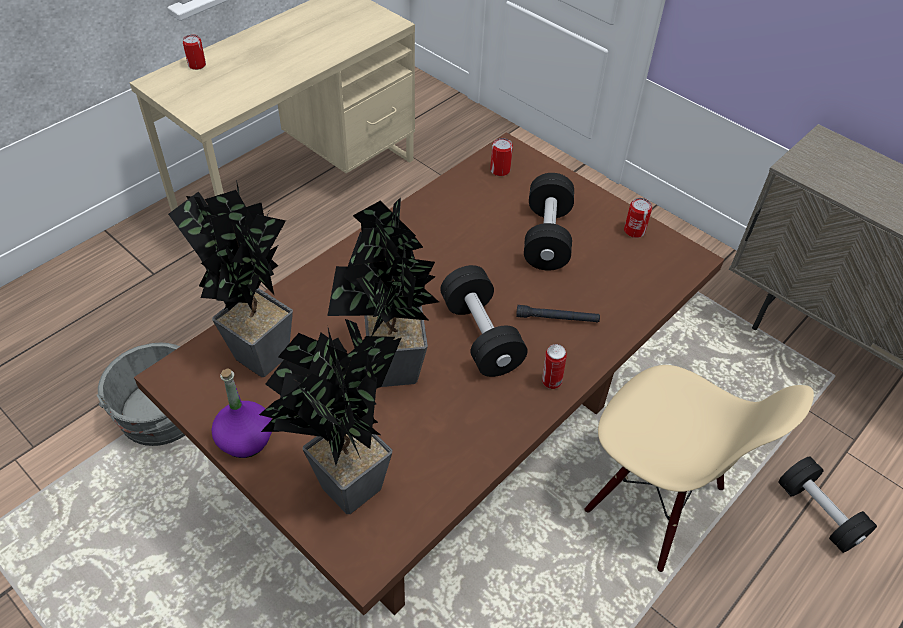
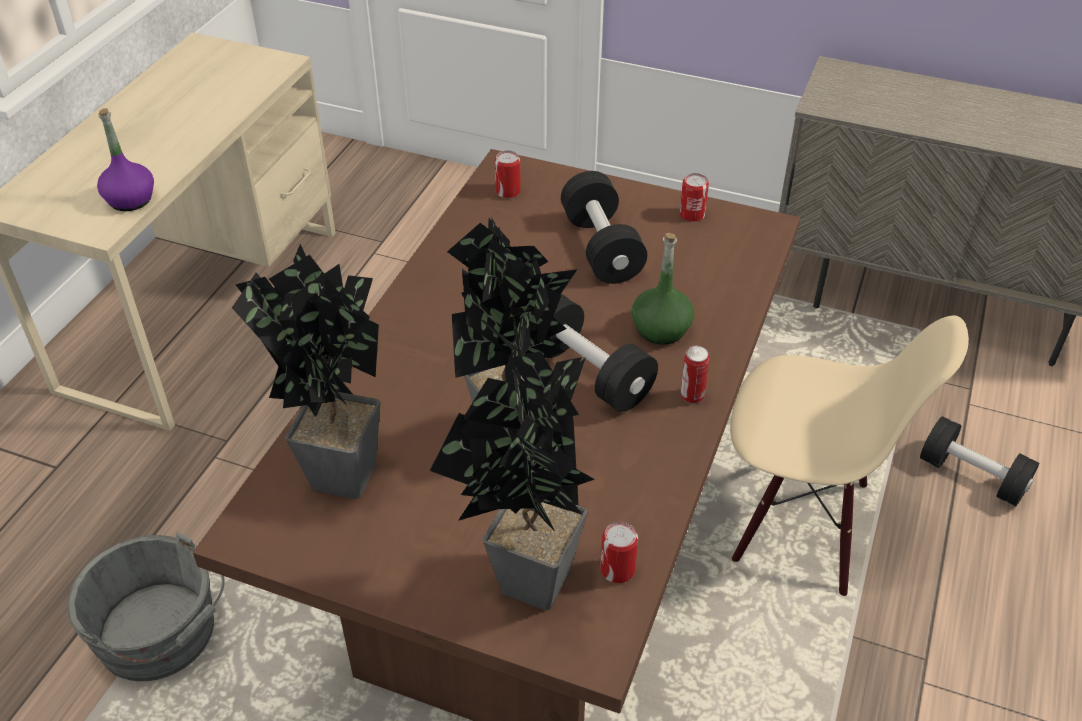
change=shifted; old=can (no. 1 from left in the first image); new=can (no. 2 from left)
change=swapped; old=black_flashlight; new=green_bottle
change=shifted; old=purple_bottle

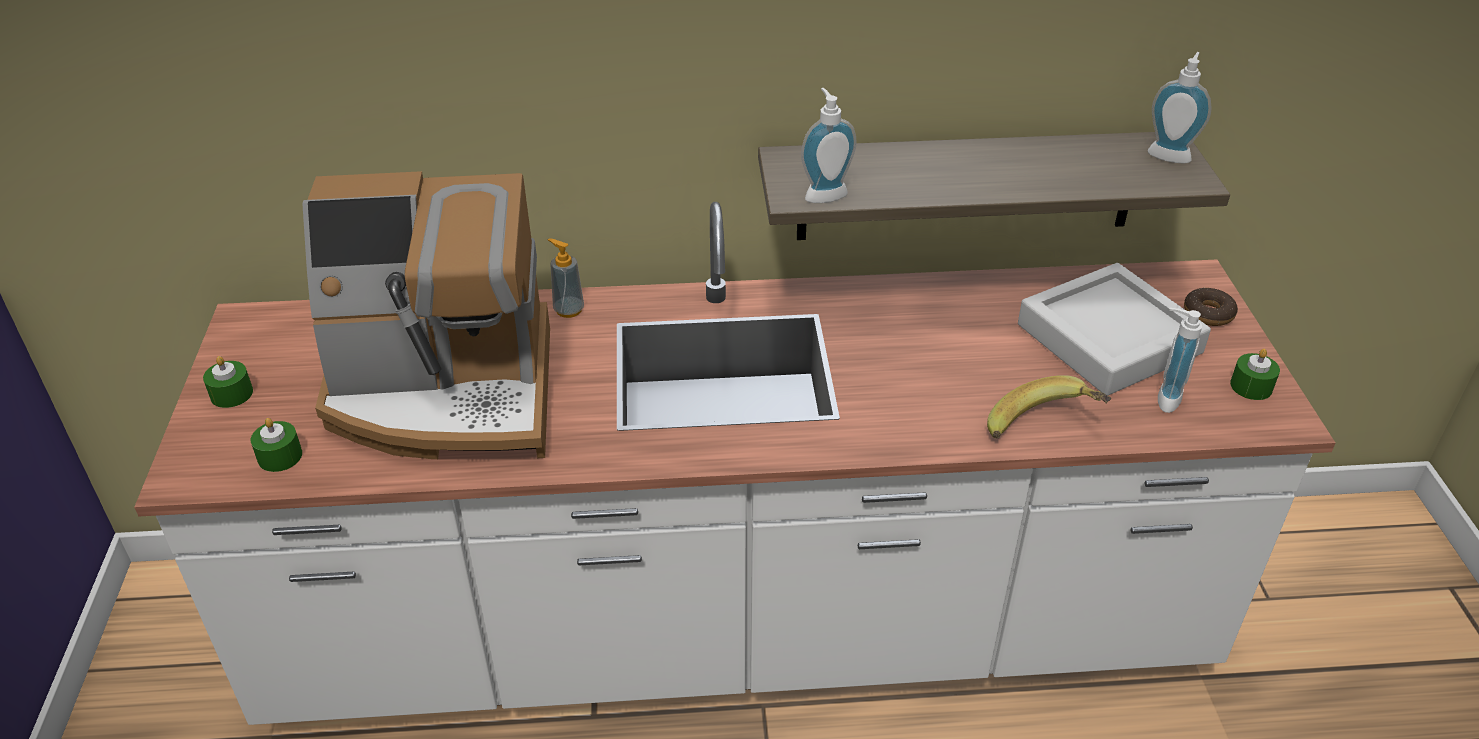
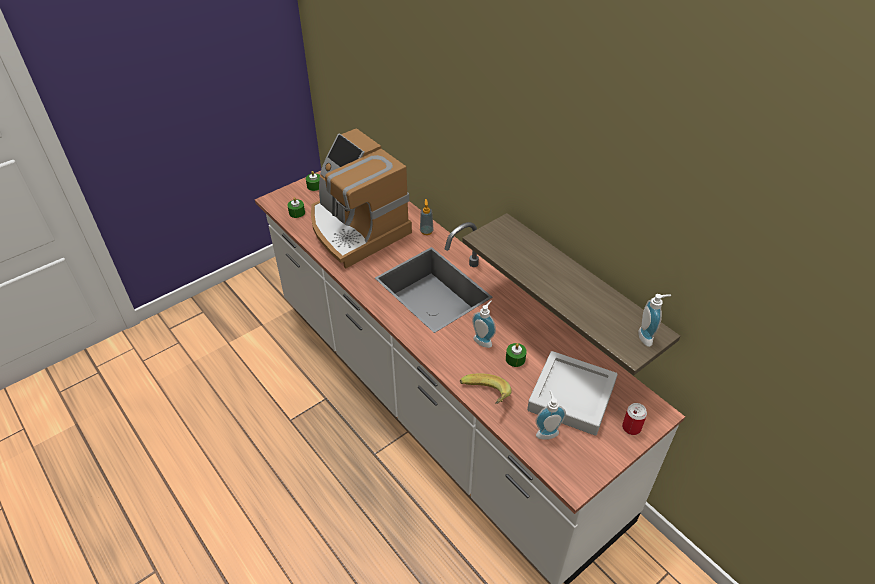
change=shifted; old=soap_dispenser (no. 2 from left)
change=swapped; old=donut; new=can
change=shifted; old=green_candle (no. 3 from left)

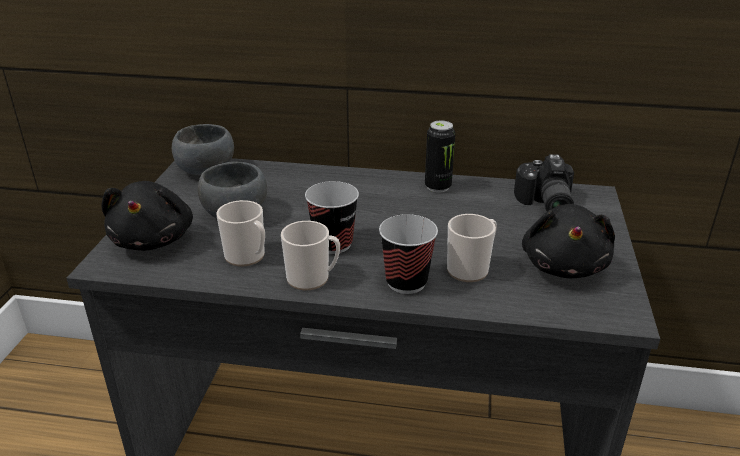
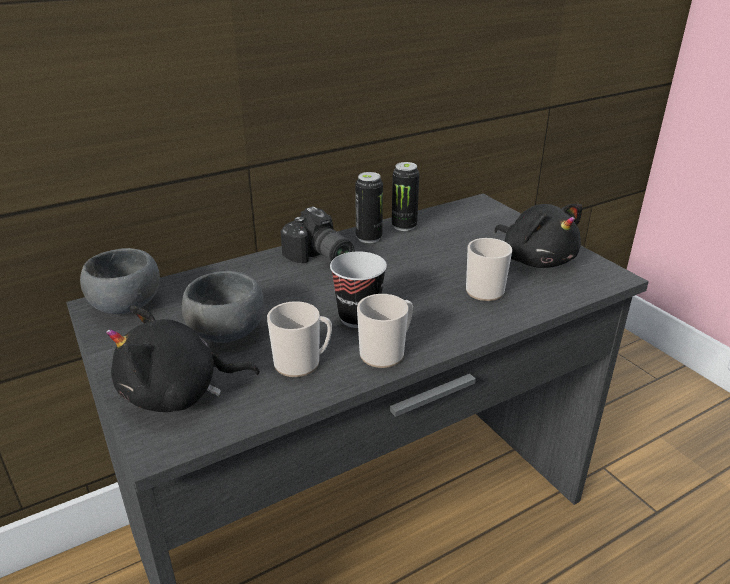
change=shifted; old=photo_camera
change=rotated; old=black_plush_toy (no. 1 from left); degrees=120
change=gone; old=cup (no. 2 from left)
change=new; new=can (no. 2 from left)

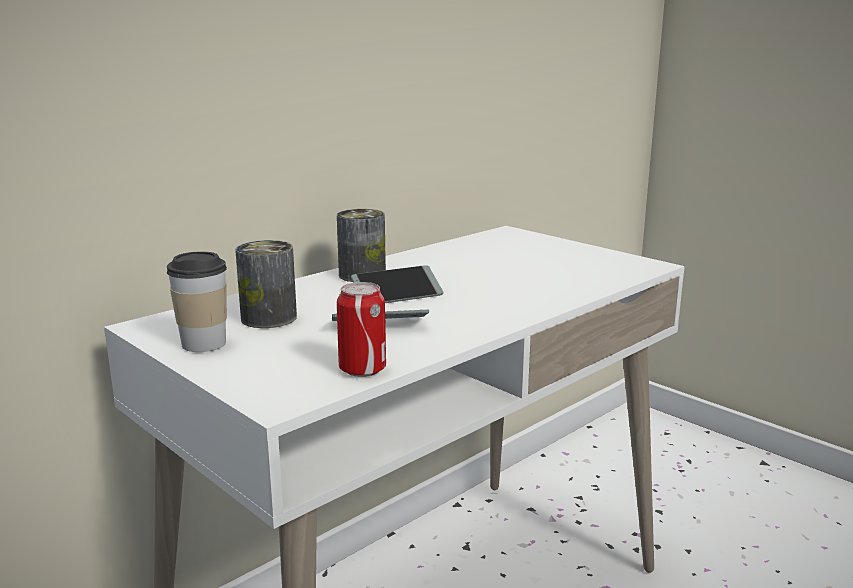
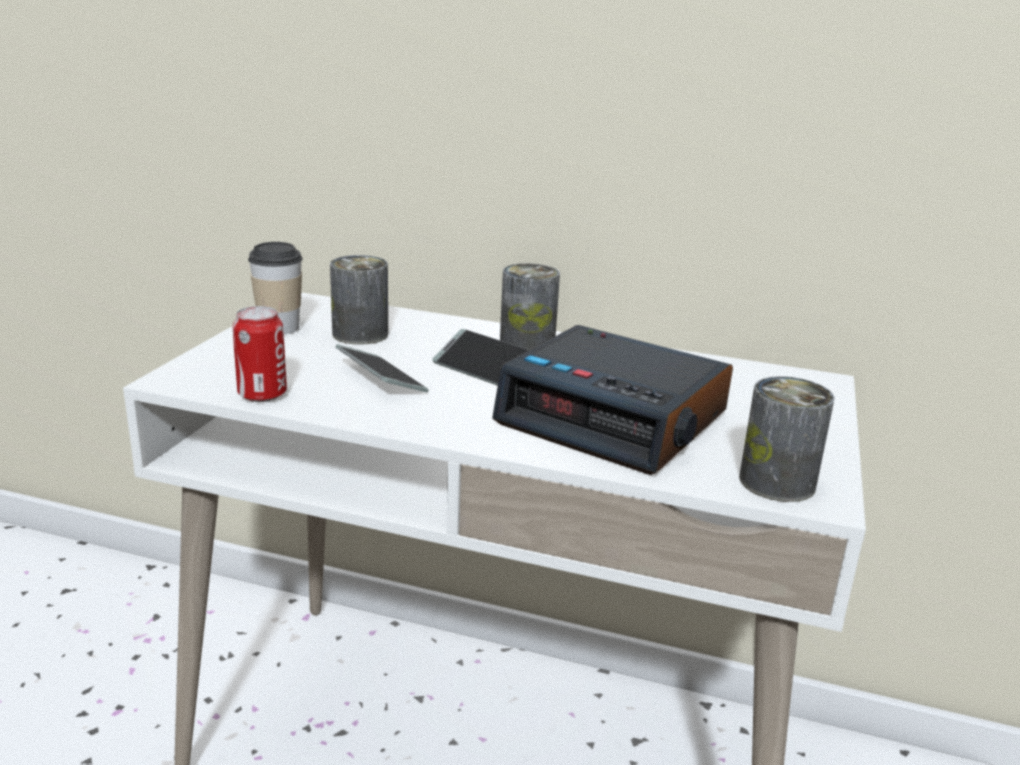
change=new; new=alarm_clock
change=new; new=can (no. 4 from left)

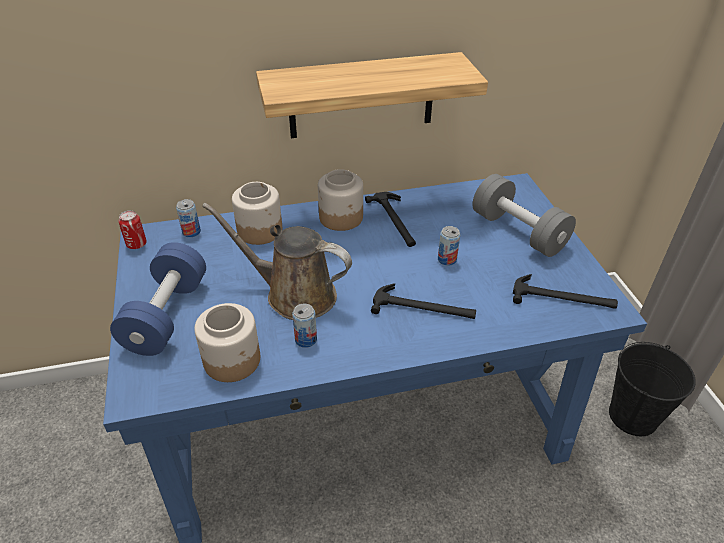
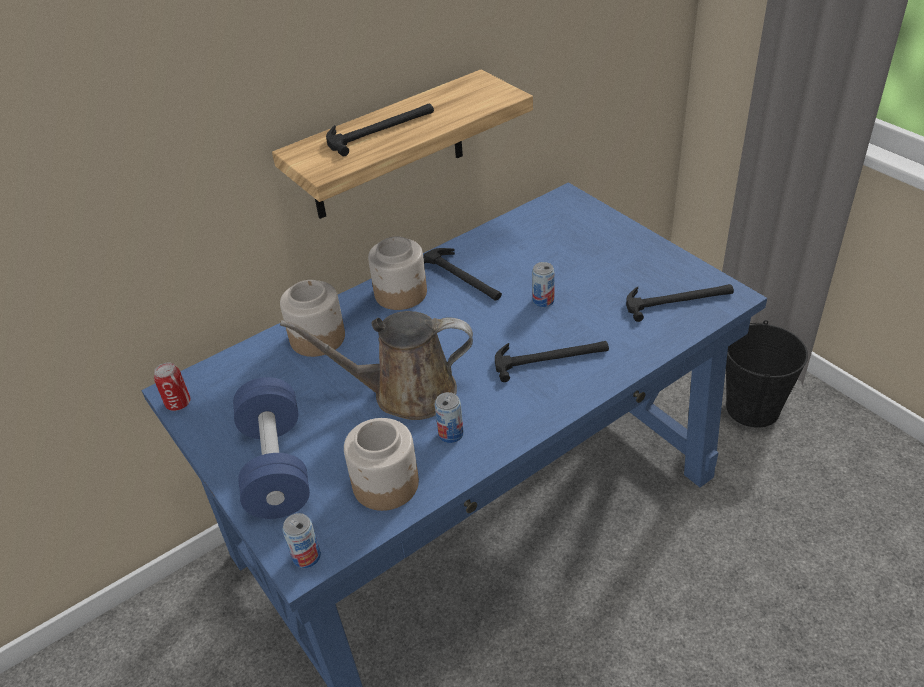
change=gone; old=grey_dumbbell
change=shifted; old=can (no. 2 from left)
change=new; new=hammer (no. 1 from left)

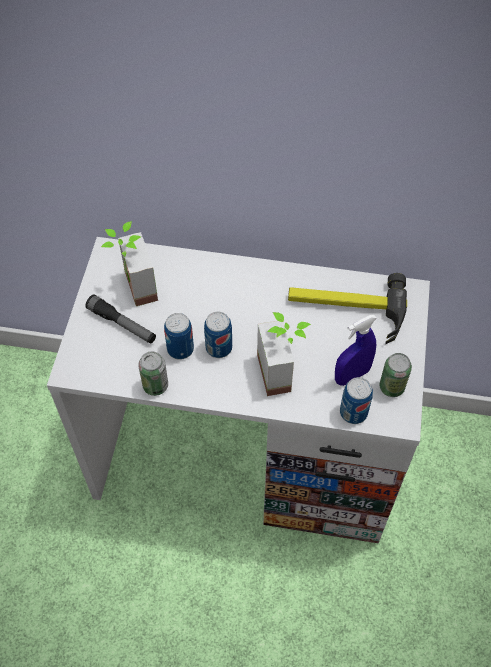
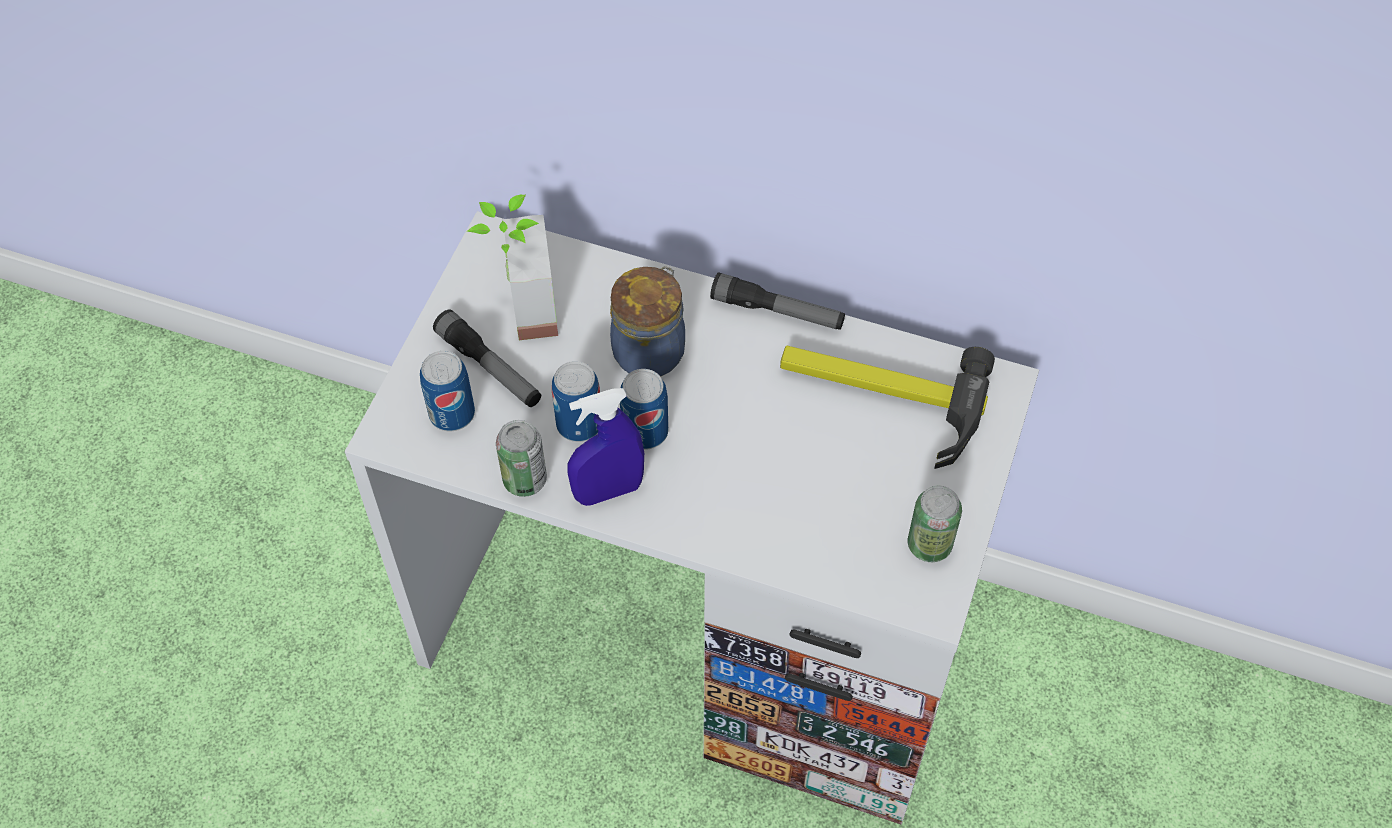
change=gone; old=potted_plant (no. 2 from left)
change=shifted; old=blue_spray_bottle
change=shifted; old=can (no. 4 from left in the first image); new=can (no. 1 from left)
change=new; new=jar
change=new; new=flashlight (no. 2 from left)

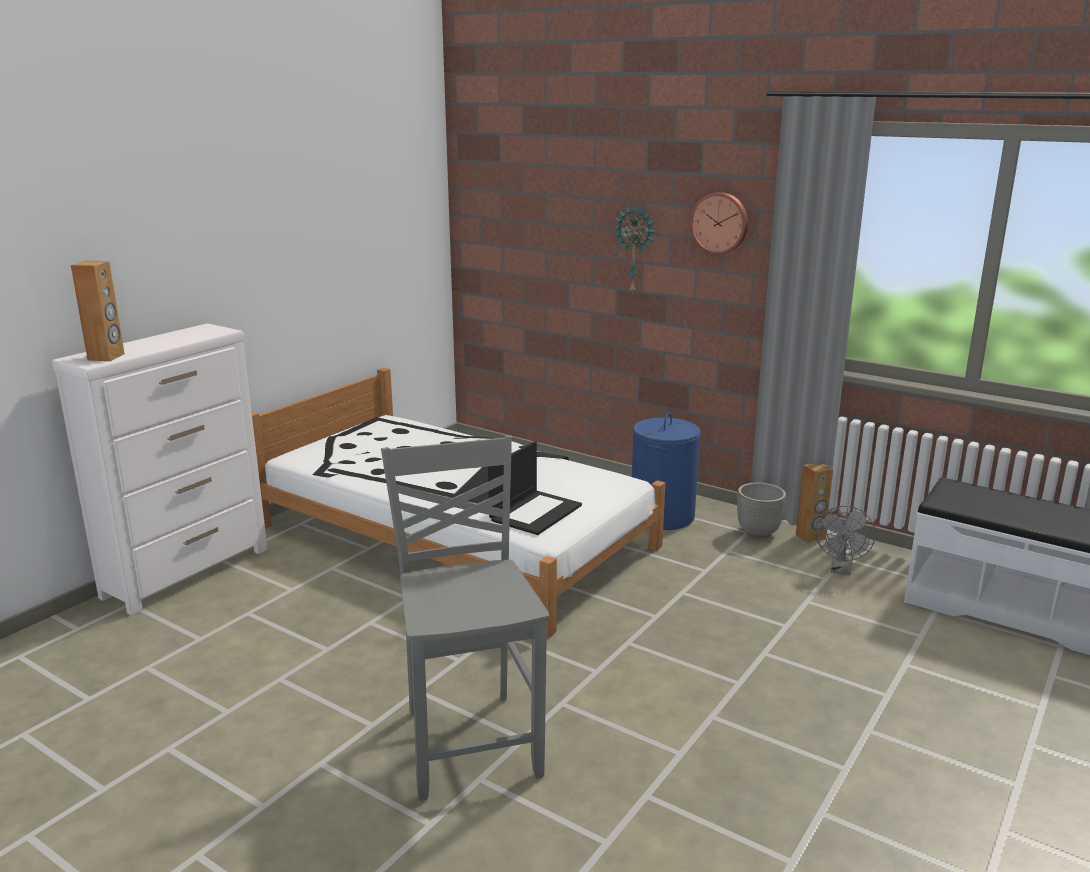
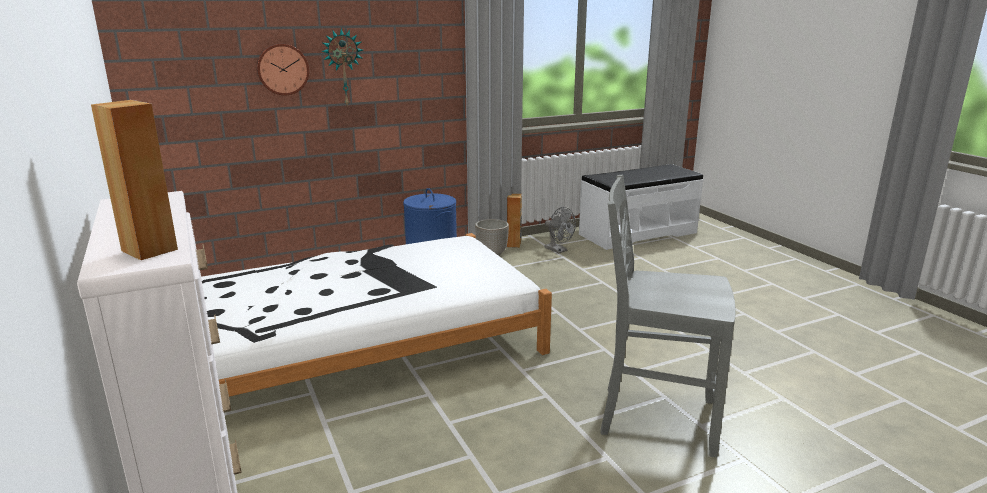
change=shifted; old=wall_clock (no. 2 from left in the first image); new=wall_clock (no. 1 from left)
change=gone; old=laptop

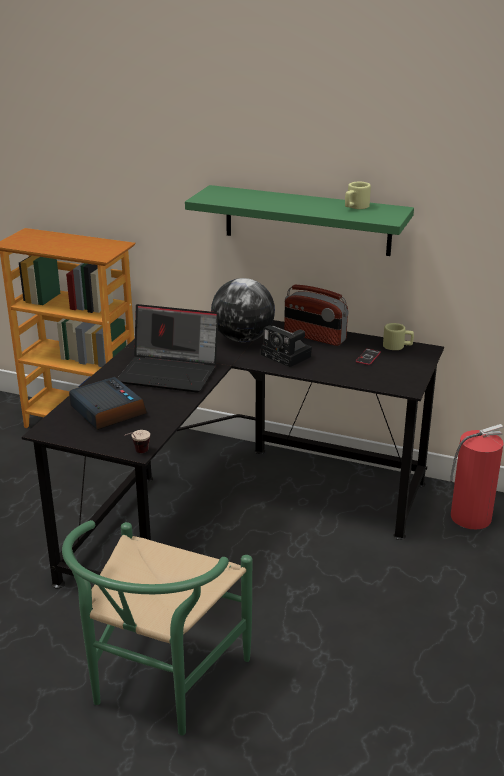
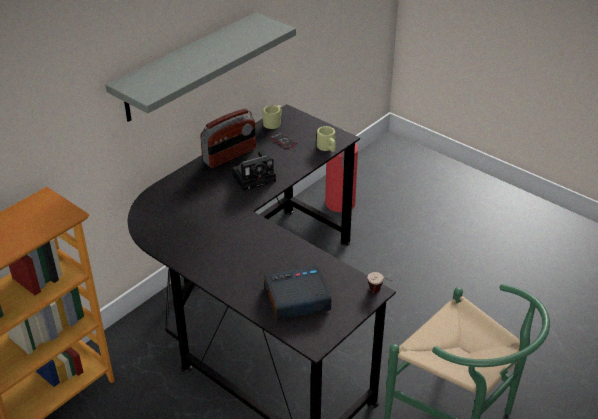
change=shifted; old=beige_mug (no. 1 from left in the first image); new=beige_mug (no. 2 from left)
change=repainted; old=green_shelf; new=grey_shelf
change=gone; old=globe
change=gone; old=laptop

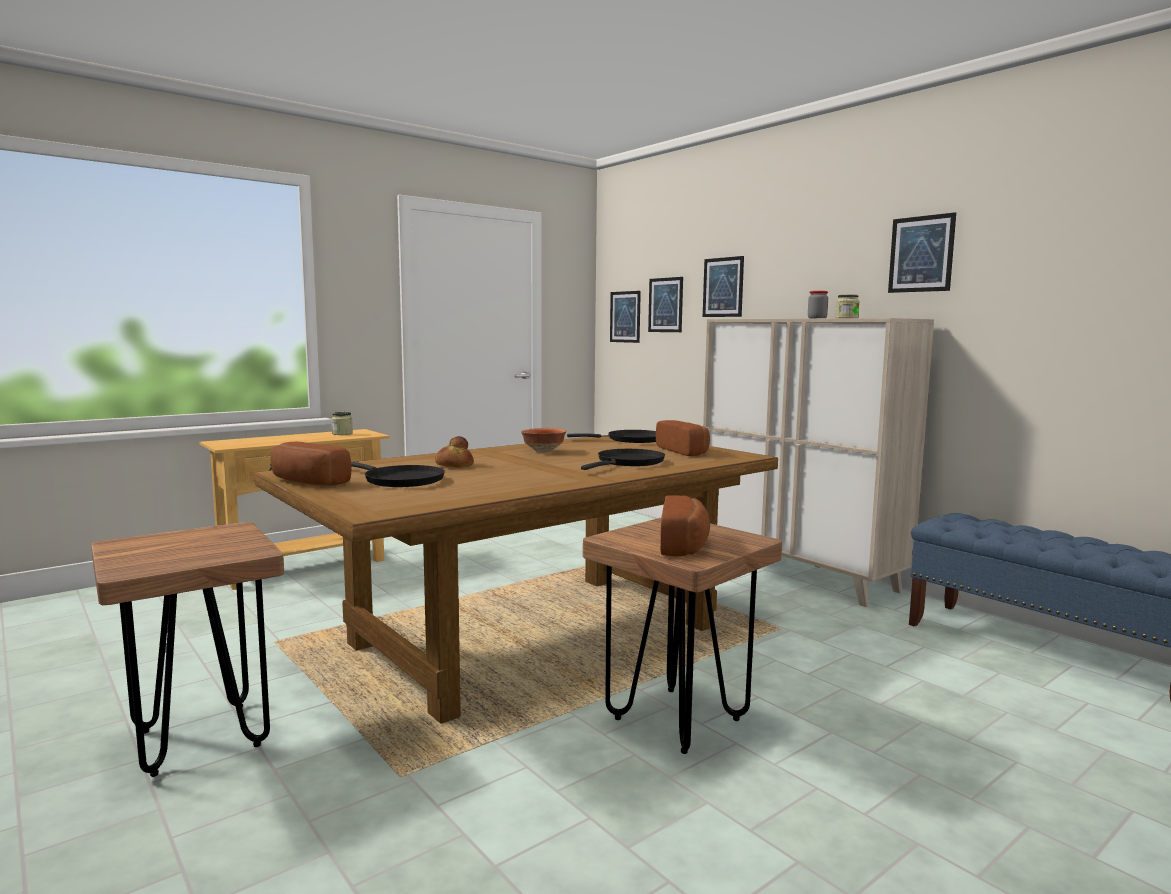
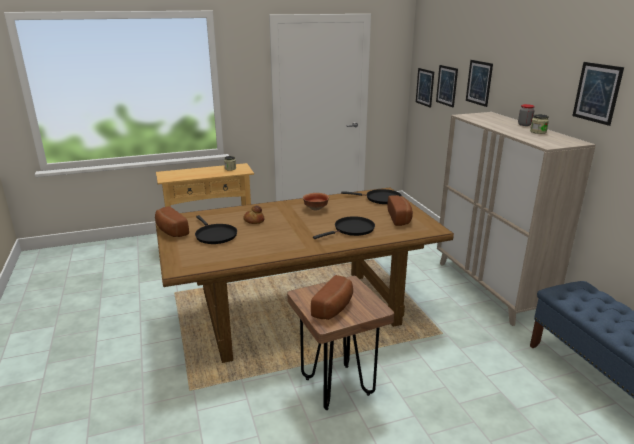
change=gone; old=brown_stool (no. 1 from left)

